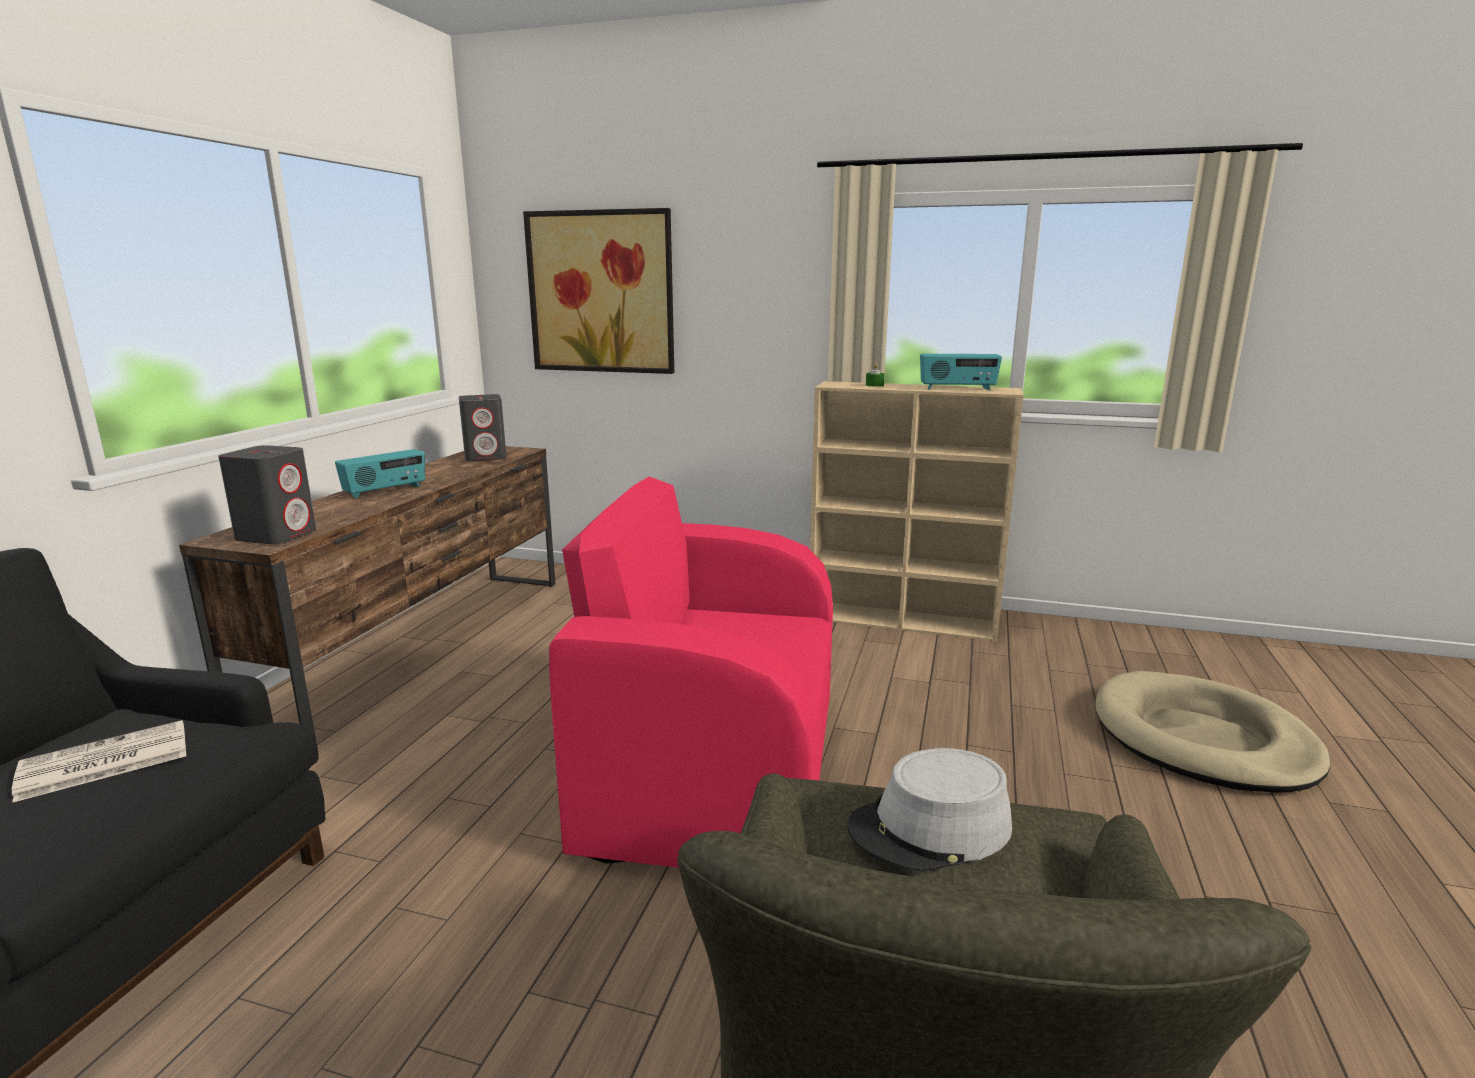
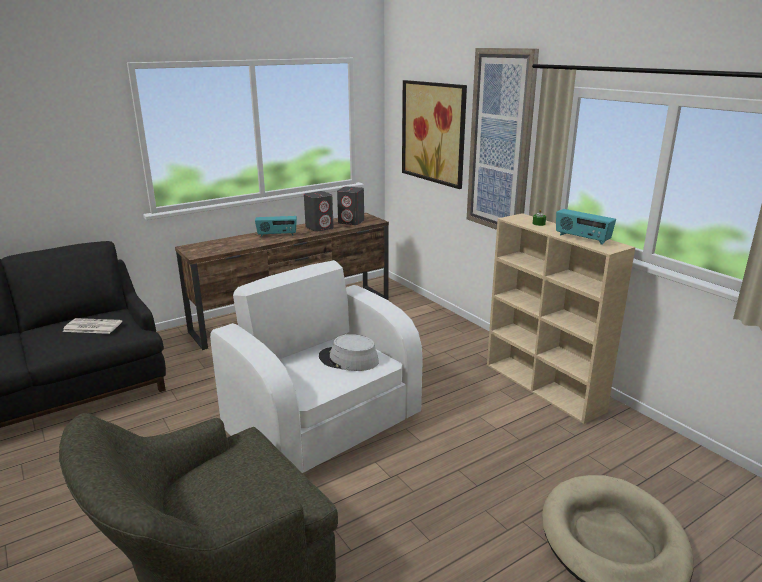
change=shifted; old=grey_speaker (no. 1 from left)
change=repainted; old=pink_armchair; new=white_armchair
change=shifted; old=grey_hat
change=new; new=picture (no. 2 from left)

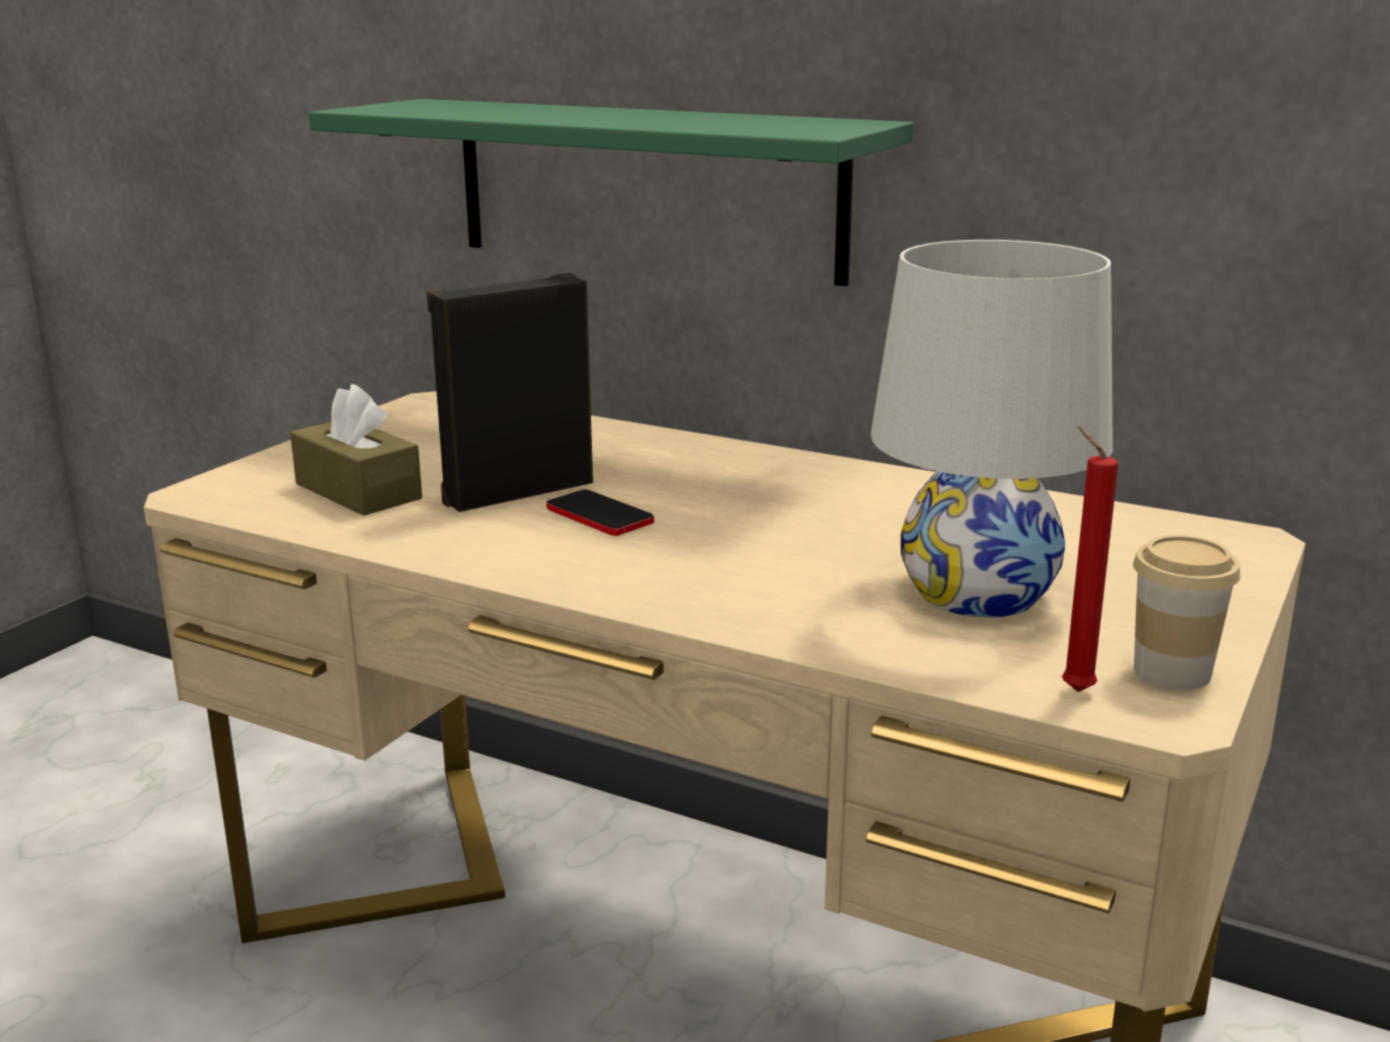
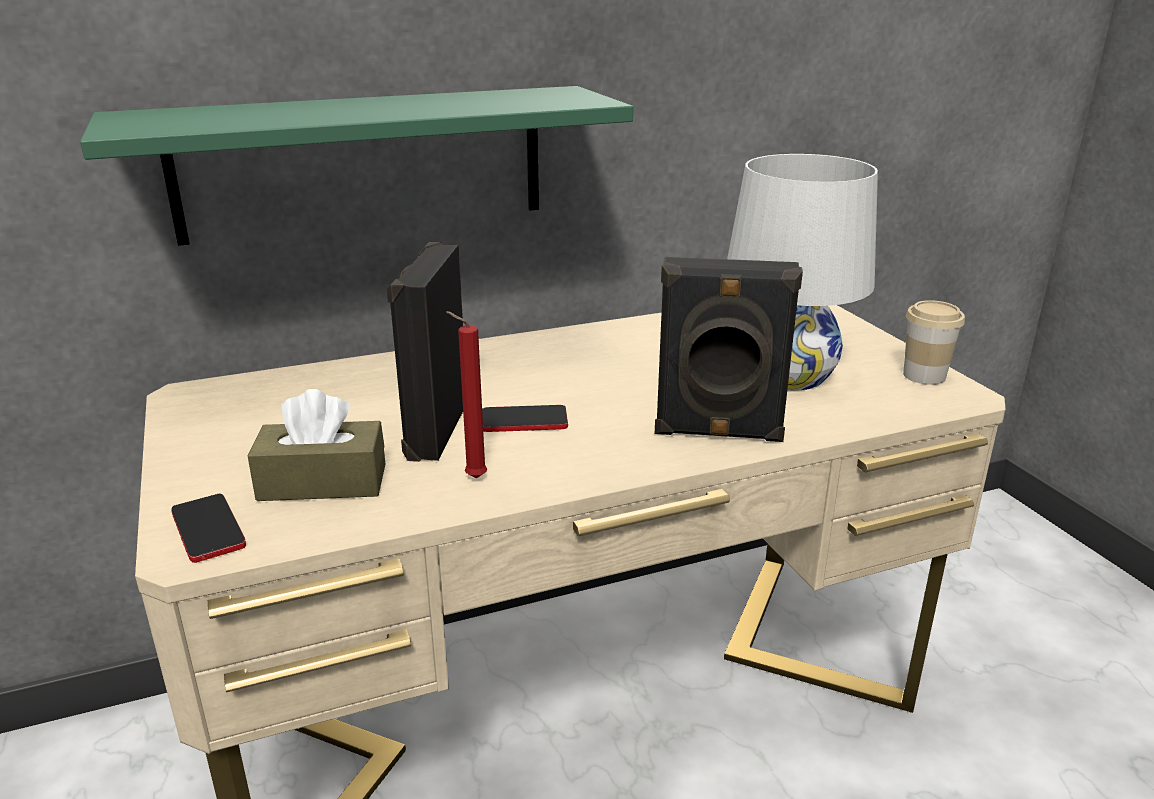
change=shifted; old=red_candle
change=new; new=black_speaker (no. 2 from left)
change=new; new=phone (no. 1 from left)

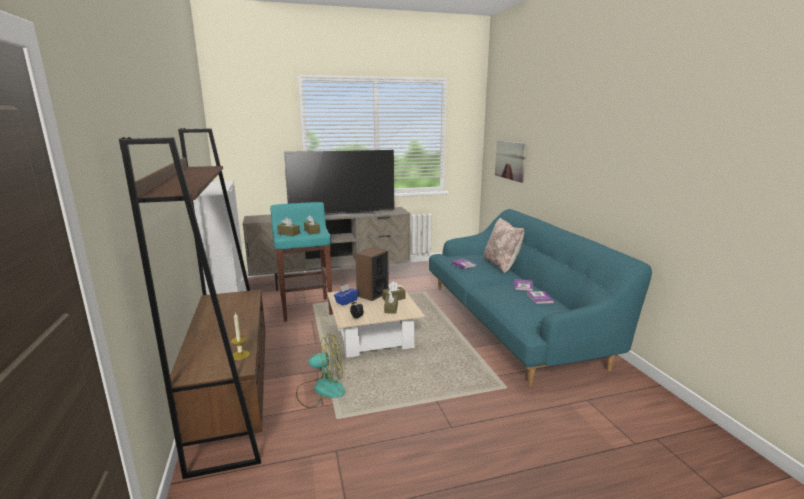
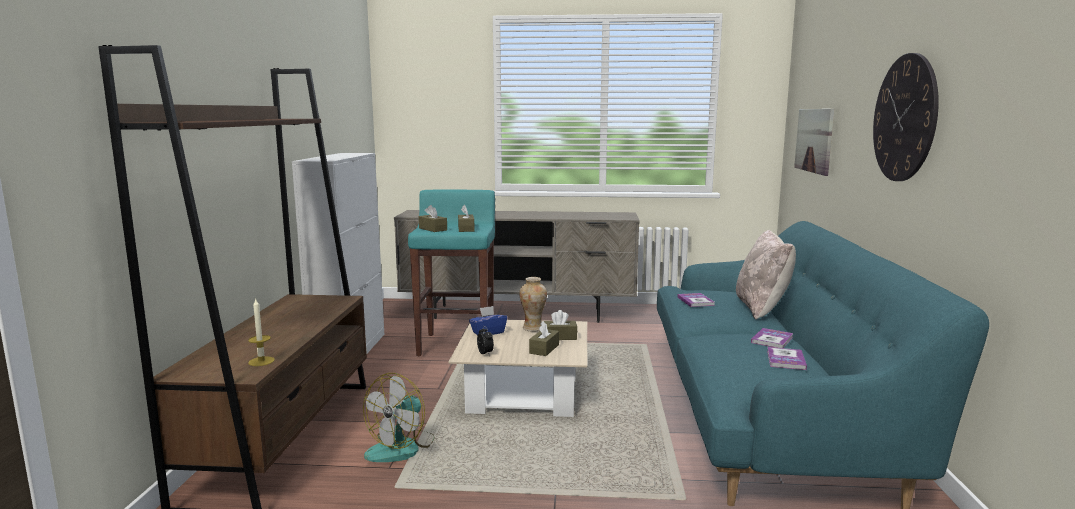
change=gone; old=television
change=swapped; old=speaker; new=vase
change=rotated; old=fan; degrees=105
change=new; new=wall_clock

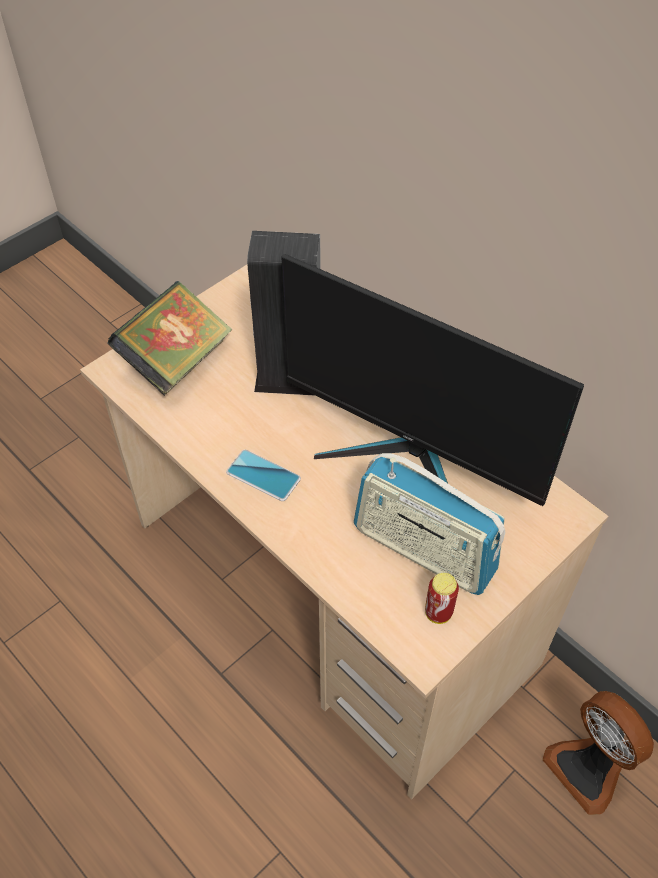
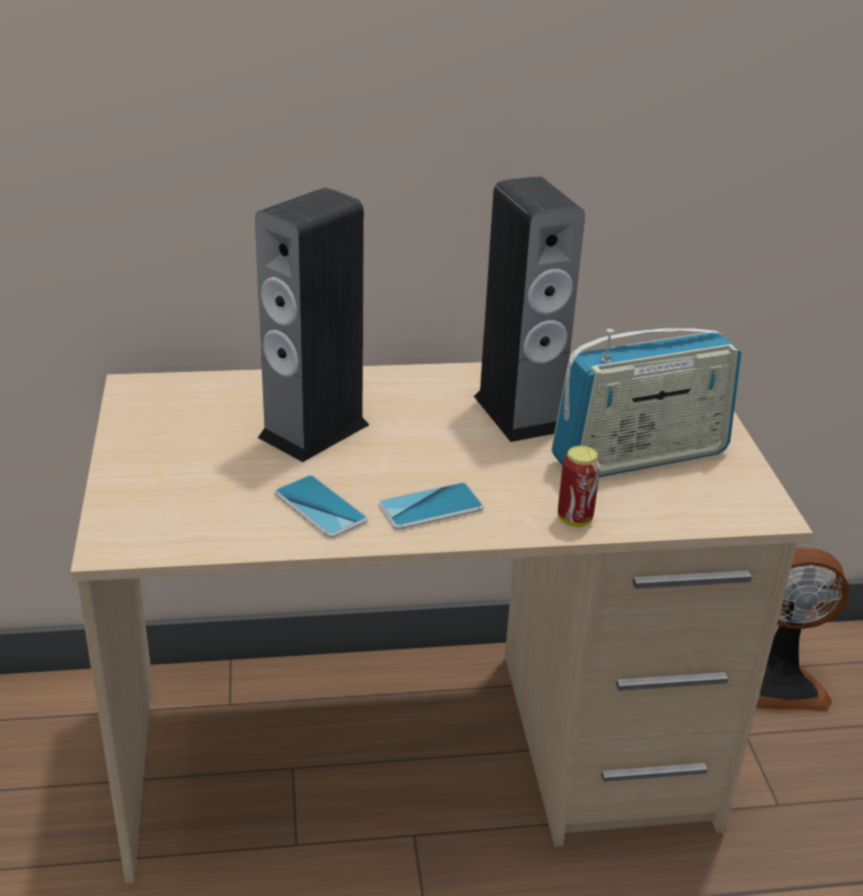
change=swapped; old=monitor; new=speaker (no. 2 from left)
change=gone; old=book
change=shifted; old=can
change=new; new=phone (no. 1 from left)

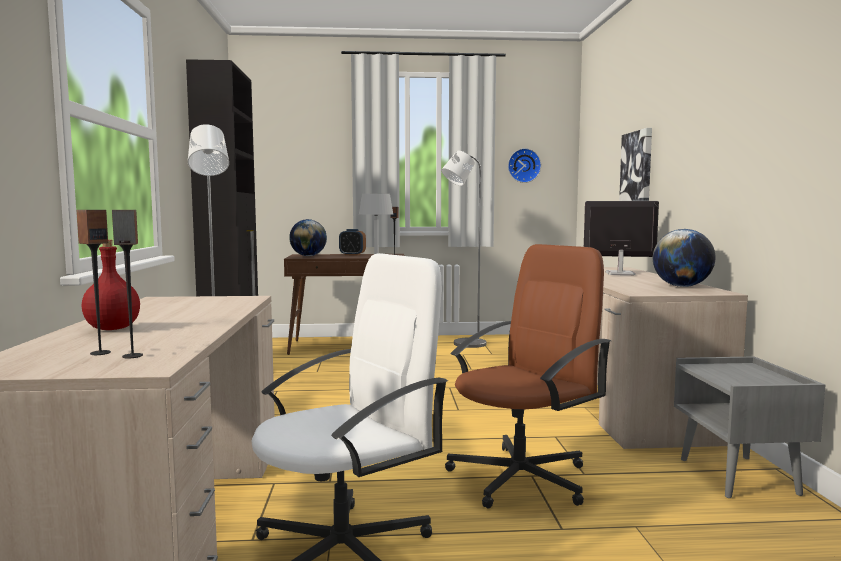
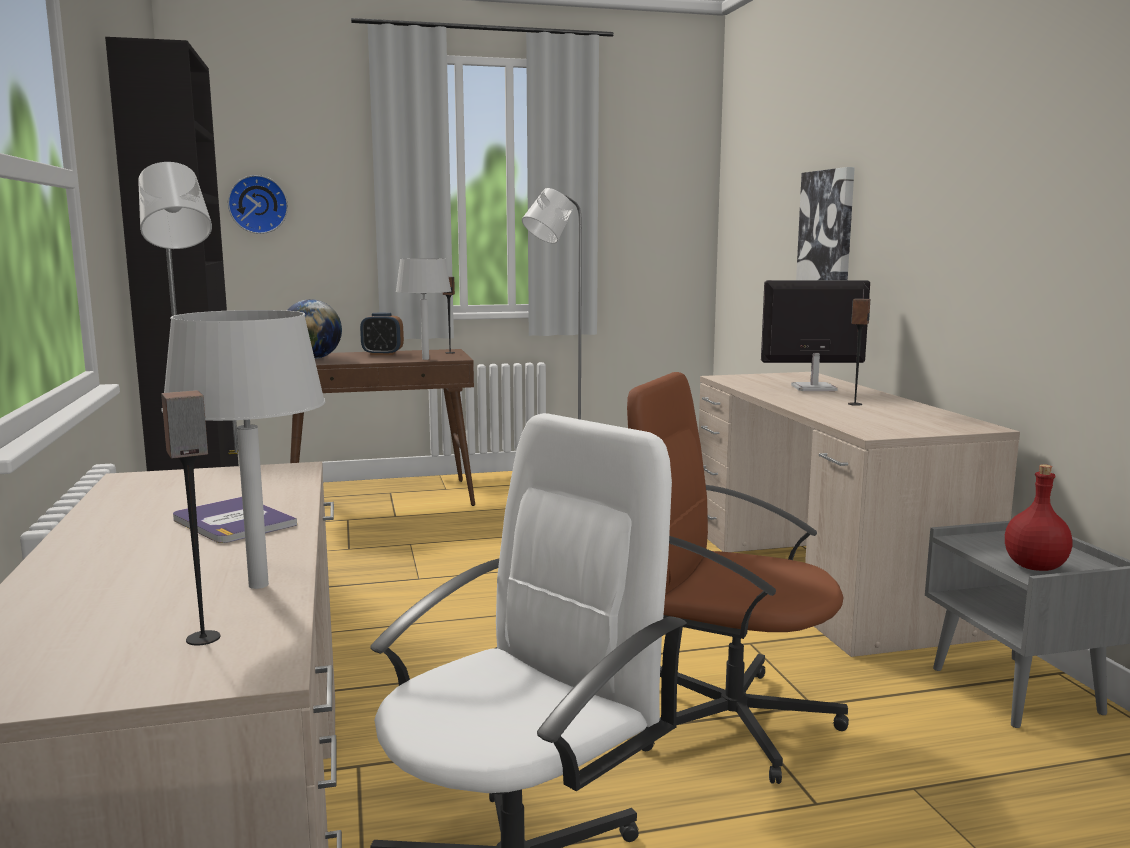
change=shifted; old=wall_clock
change=shifted; old=speaker (no. 1 from left in the first image); new=speaker (no. 3 from left)
change=gone; old=globe (no. 2 from left)
change=shifted; old=red_bottle
change=rotated; old=brown_office_chair; degrees=-105
change=new; new=grey_table_lamp (no. 1 from left)
change=new; new=book

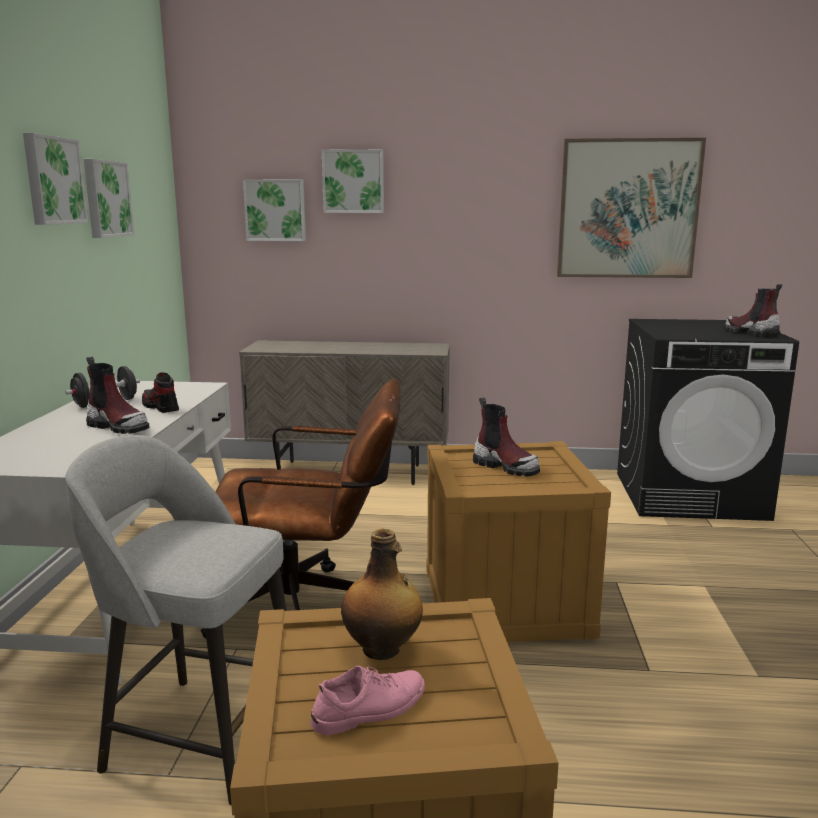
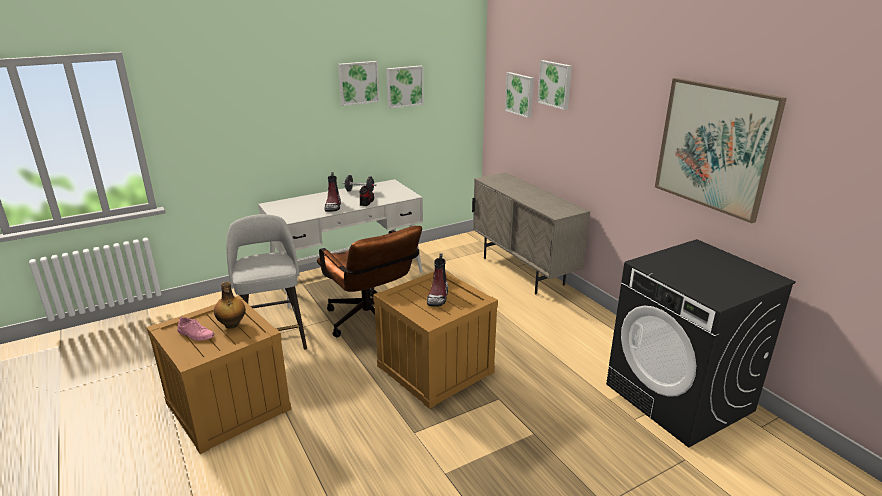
change=gone; old=boot (no. 3 from left)

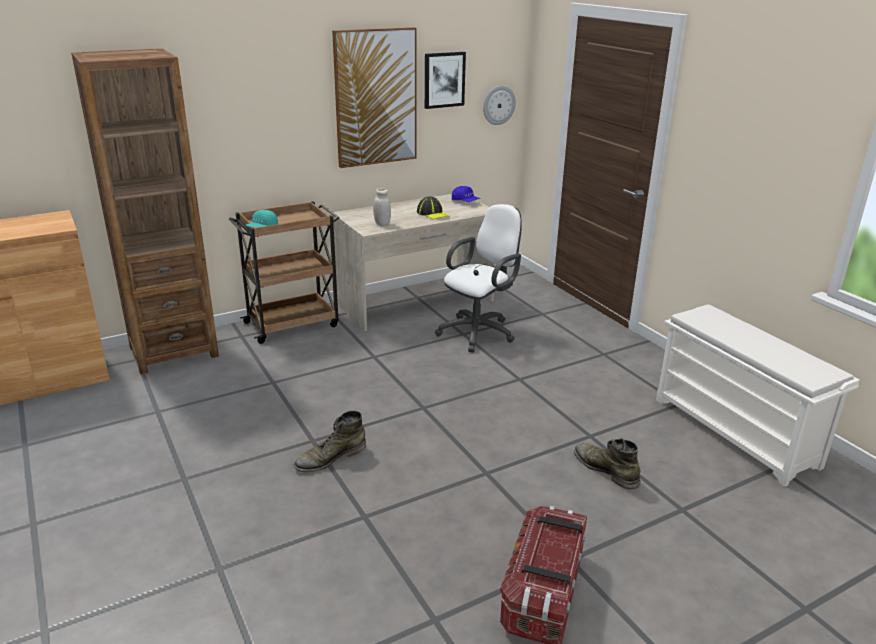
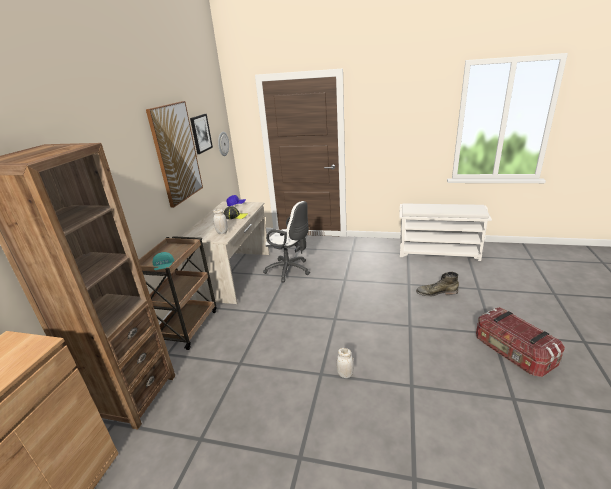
change=rotated; old=white_office_chair; degrees=120
change=swapped; old=green_boot (no. 1 from left); new=white_jar (no. 2 from left)

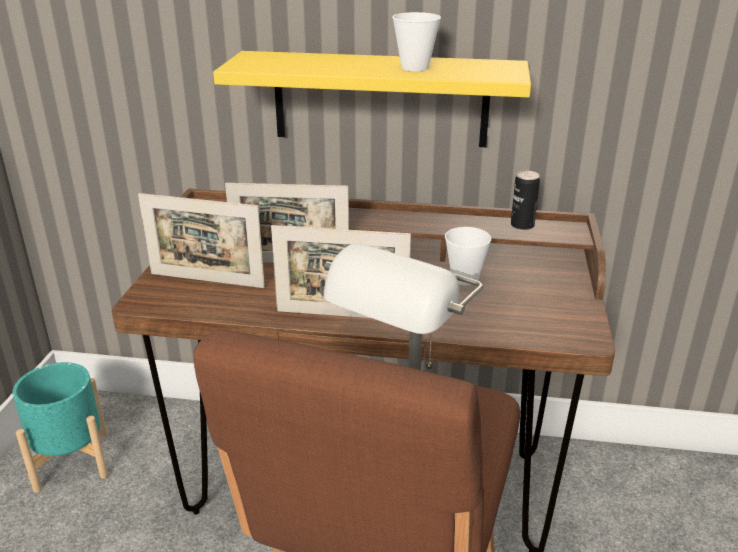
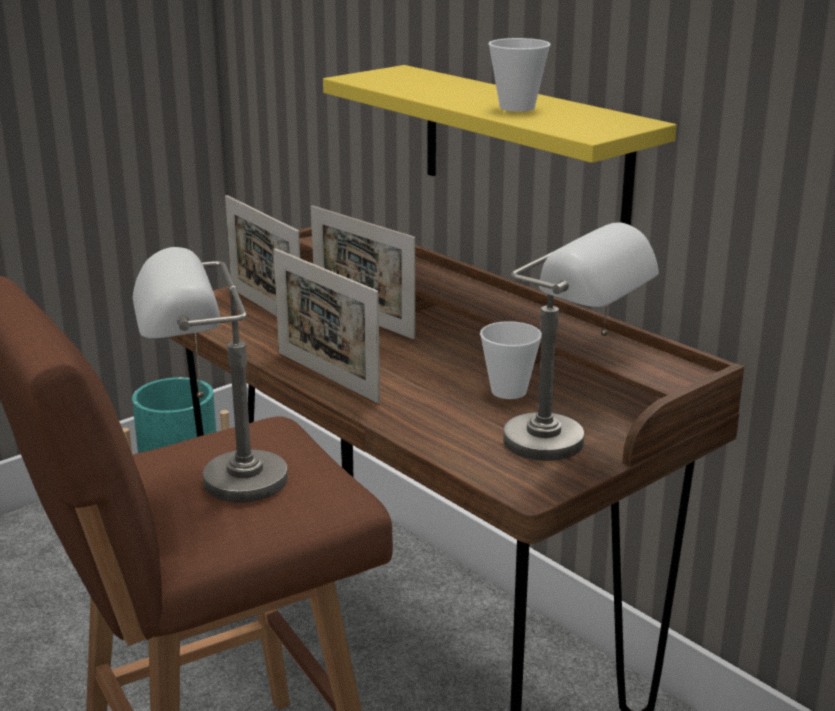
change=gone; old=can
change=new; new=grey_table_lamp (no. 2 from left)

